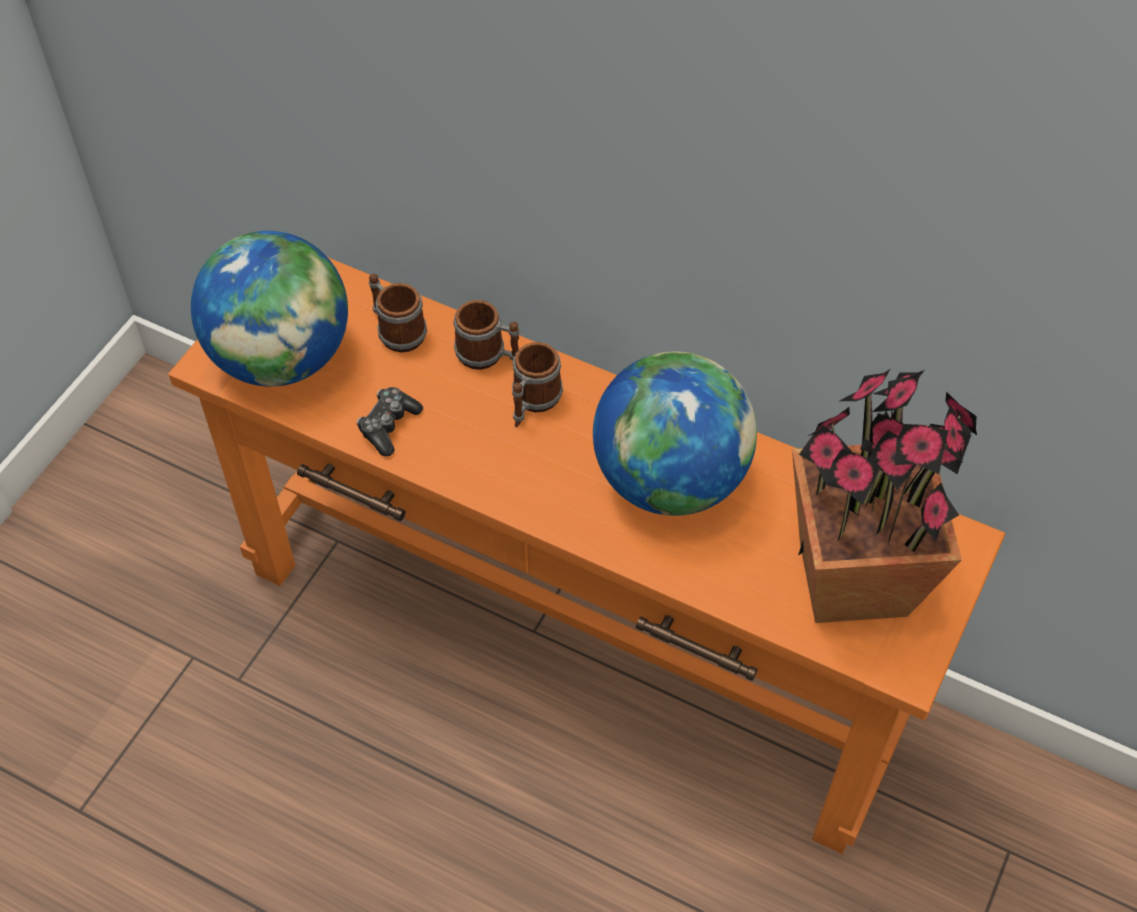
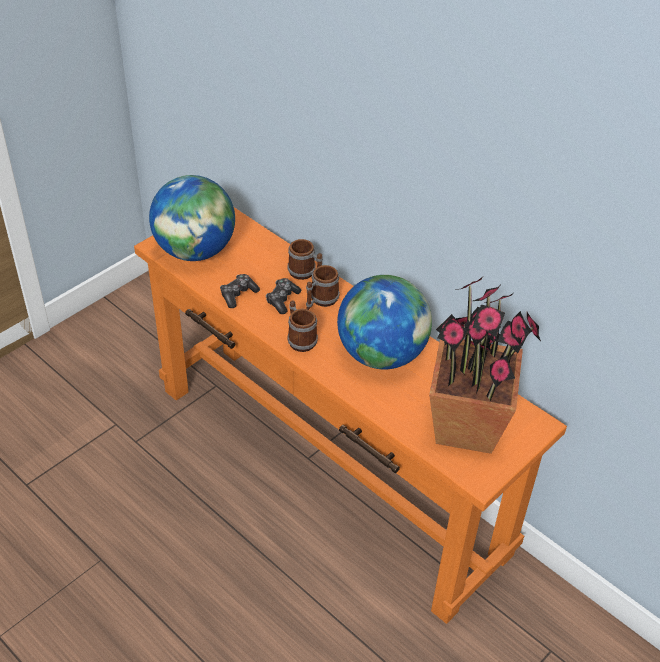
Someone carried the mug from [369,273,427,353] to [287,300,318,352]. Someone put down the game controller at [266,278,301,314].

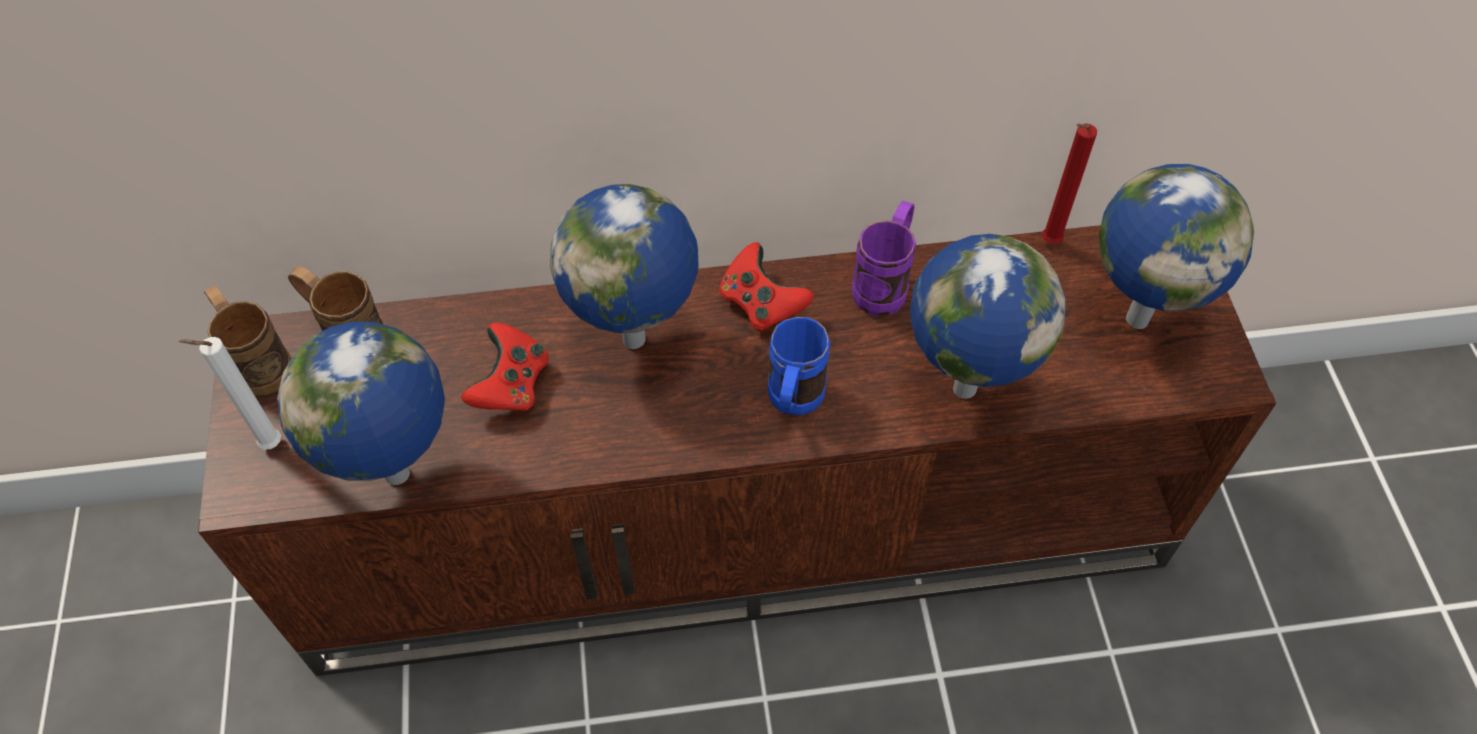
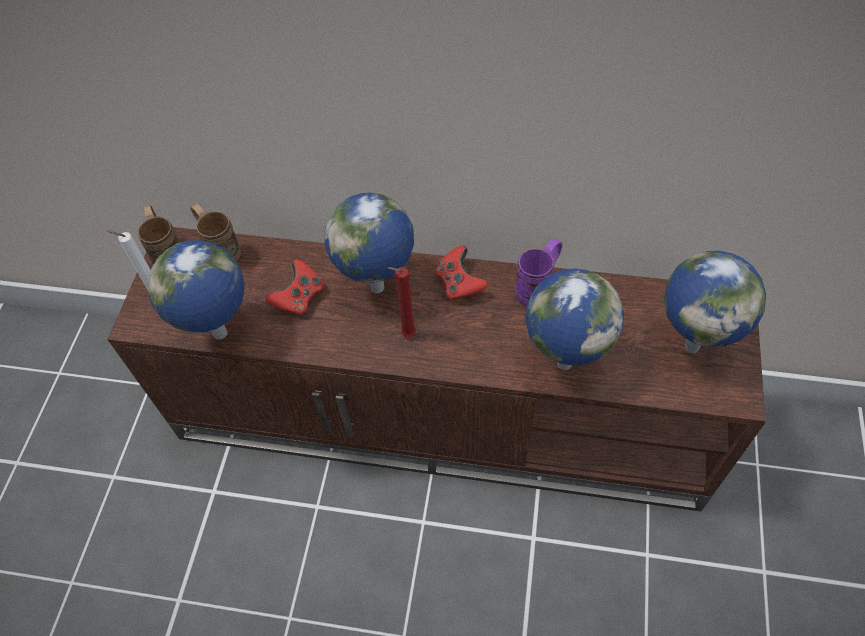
Someone took away the mug (blue) at [768,317,830,415]. Someone carried the candle (red) from [1042,123,1097,244] to [388,267,416,337].

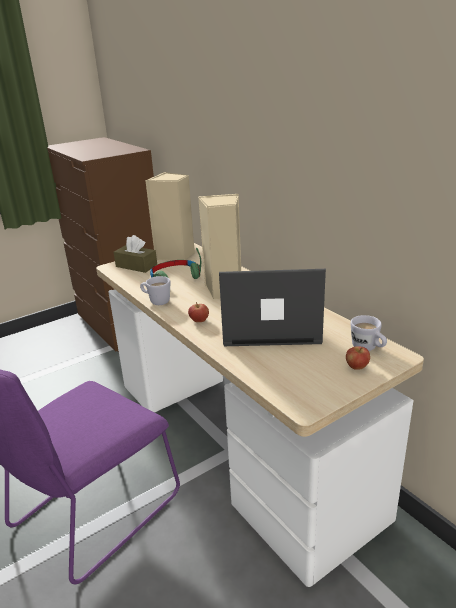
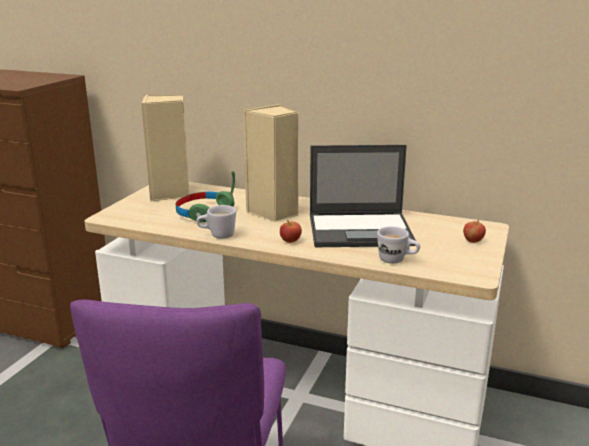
Someone took away the tissue box (brown) at [114,235,157,273]. Someone rotated the laptop at [219,269,326,346] by 150 degrees counterclockwise. Someone carried the mug (white) from [351,315,387,351] to [377,226,420,264].

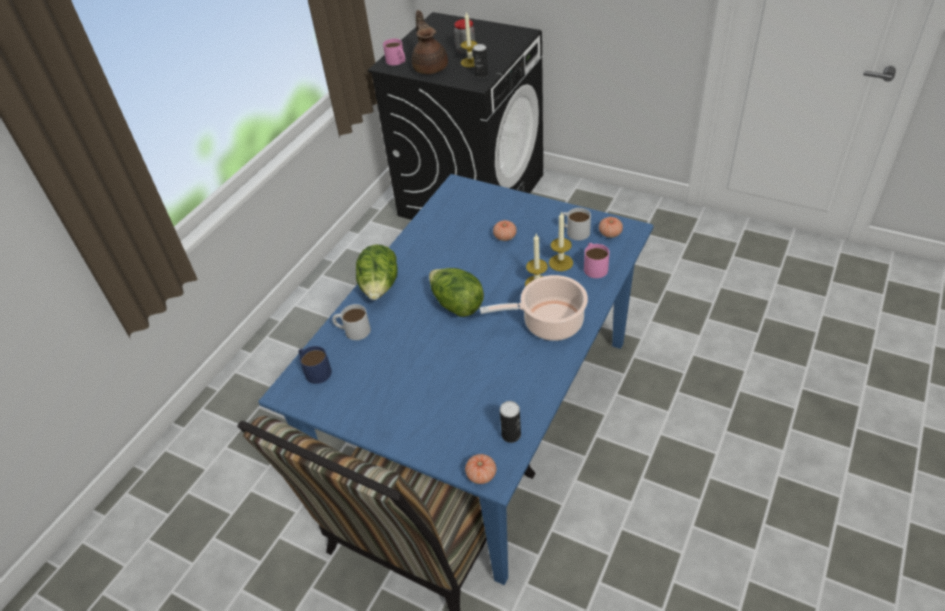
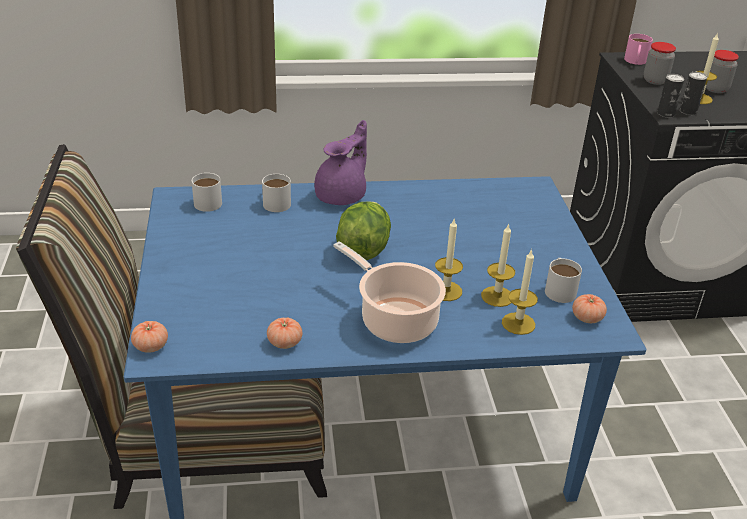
Someone repainted the mug (blue) at [298,346,332,384], which became the mug (white) at [192,173,222,212]. Someone swapped the lettuce at [356,245,397,300] for the teapot (purple) at [314,120,367,205]. Someone swapped the teapot (brown) at [412,10,448,74] for the jar at [644,42,676,85]. Someone carried the tomato from [493,220,517,241] to [267,318,303,349]. Someone carried the can from [500,401,521,443] to [657,74,684,118]. Someone swapped the mug (pink) at [584,243,610,278] for the candle at [502,249,538,335].

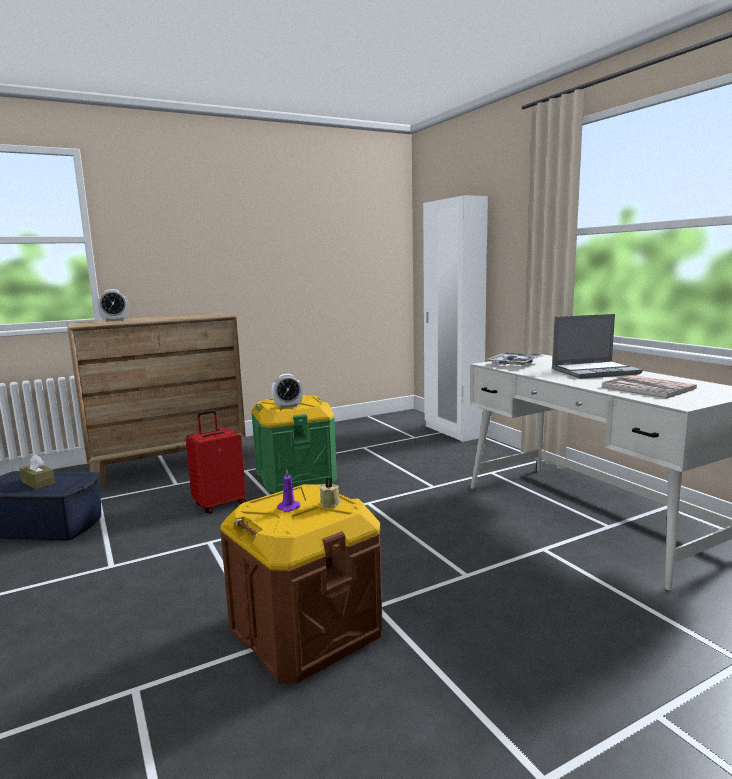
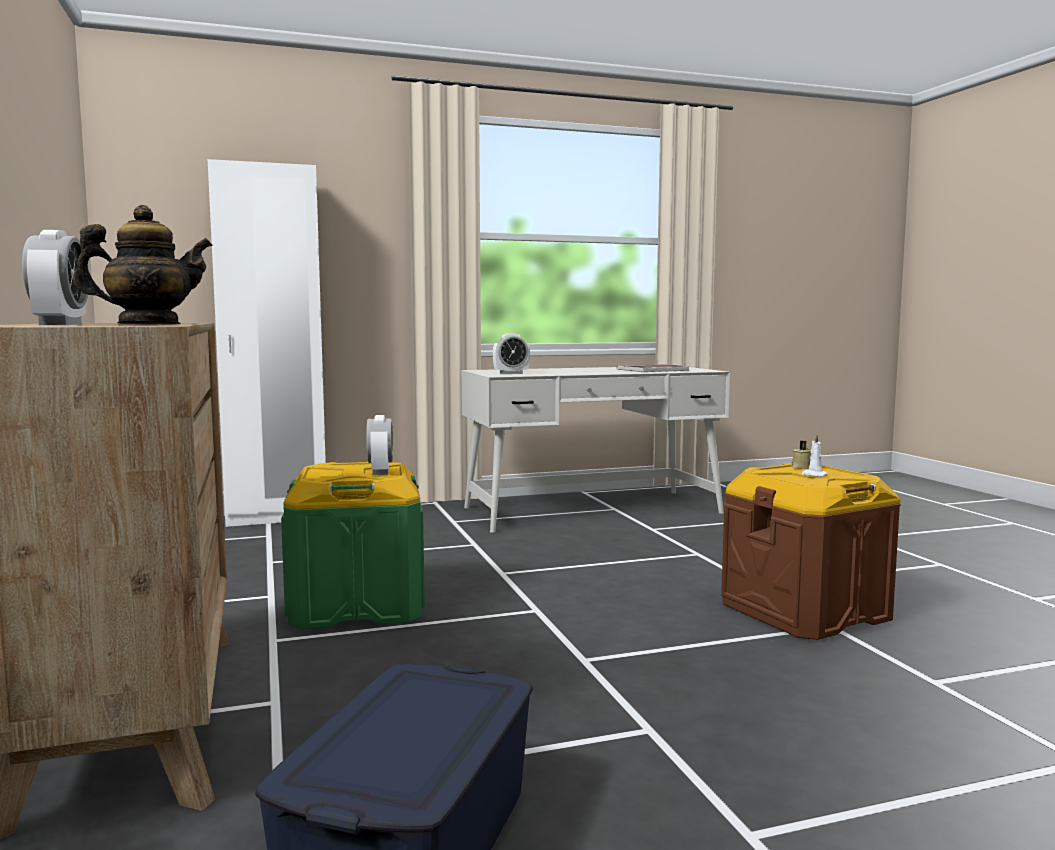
Someone took away the tissue box (brown) at [19,454,55,489]. Someone took away the suitcase (red) at [186,410,246,514]. Someone repainted the candle (purple) at [277,469,300,512], which became the candle (white) at [801,433,828,477]. Someone swapped the tray at [485,352,543,365] for the alarm clock at [493,333,530,374]. Someone took away the laptop at [552,314,643,379]. Someone put down the teapot at [73,205,213,325].

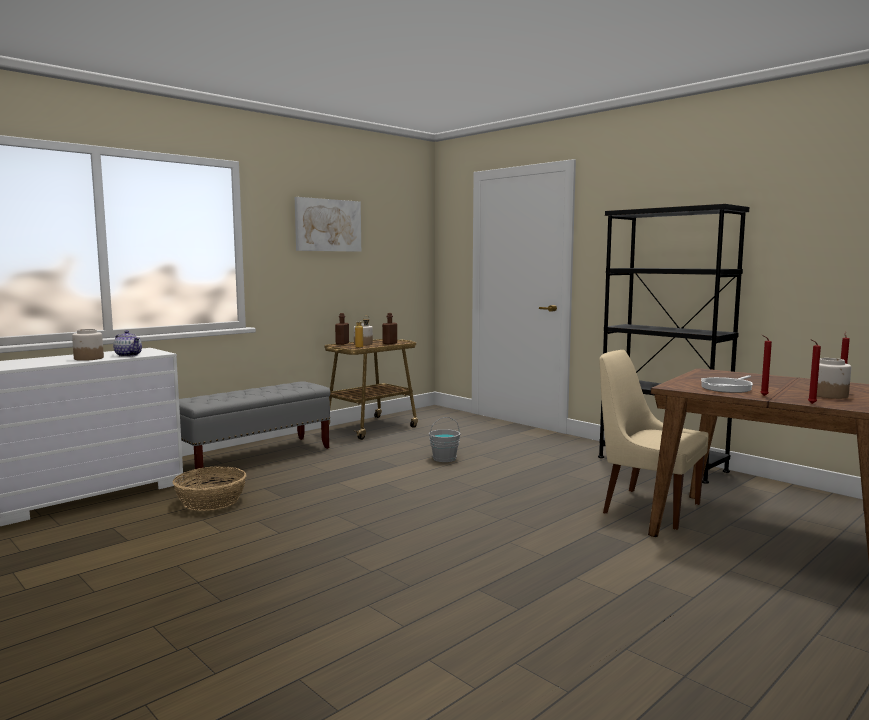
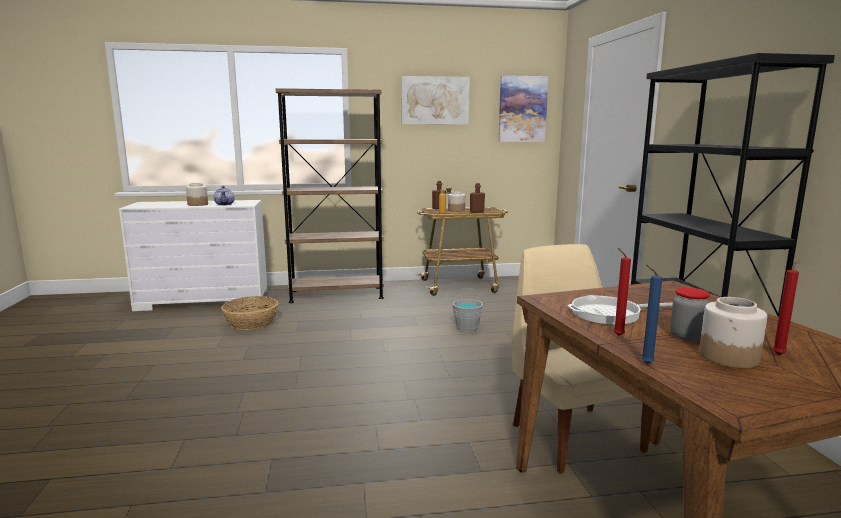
Someone swapped the bench (grey) at [179,381,330,477] for the bookcase (brown) at [276,88,384,303]. Someone repainted the candle (red) at [808,339,821,404], which became the candle (blue) at [641,265,662,364]. Someone put up the picture at [498,75,549,142]. Someone put down the jar at [670,287,710,341].

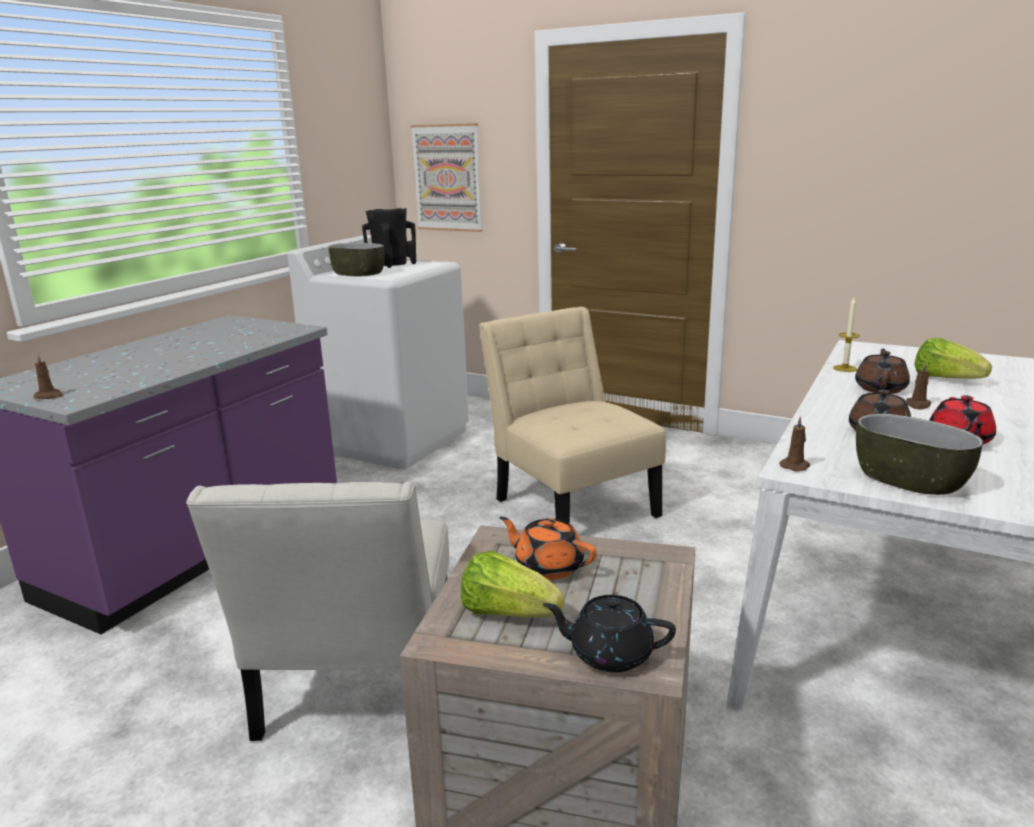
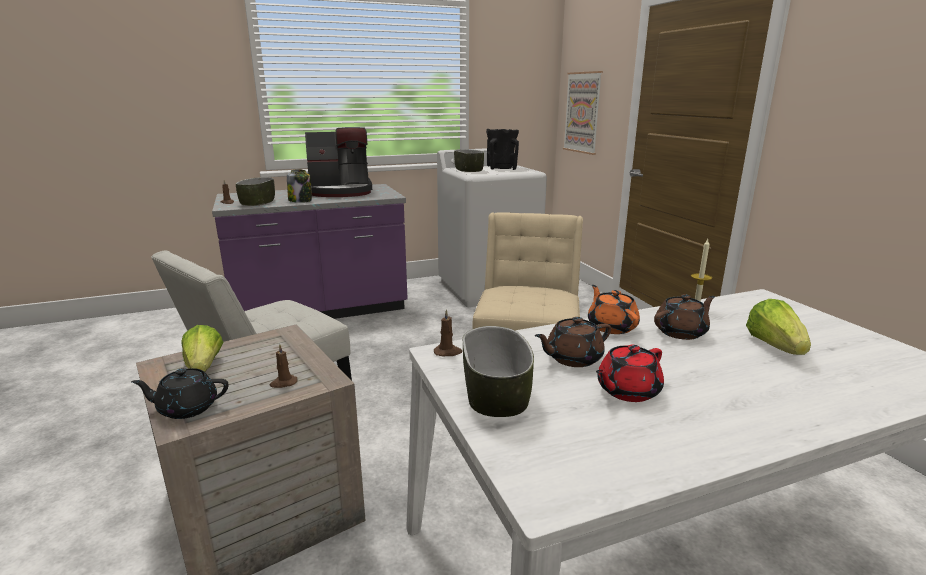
Someone carried the teapot (orange) from [499,517,597,580] to [588,285,640,334]. Someone rotated the teapot (black) at [543,595,676,672] by 60 degrees counterclockwise. Someone carried the candle (brown) from [906,362,931,410] to [269,344,297,388]. Someone put down the bowl at [236,177,275,206]. Someone put down the jar at [287,169,312,203]. Someone put down the coffee machine at [305,127,372,197].

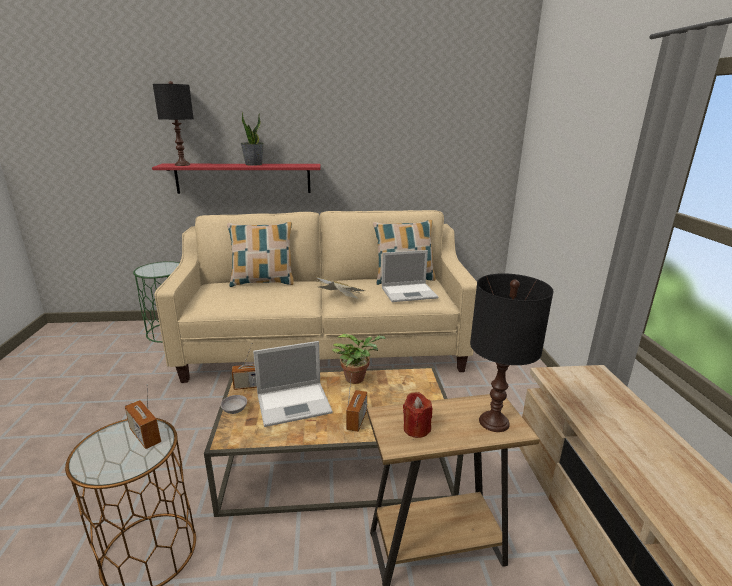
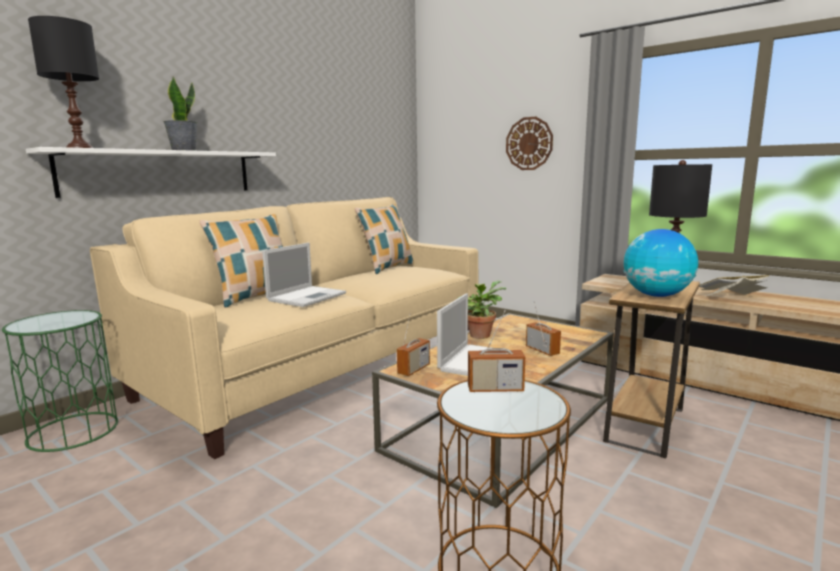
Someone repainted the shelf (red) at [152,164,321,194], which became the shelf (white) at [26,147,276,198]. Someone took away the bowl (grey) at [221,395,247,414]. Someone carried the book from [317,277,365,299] to [699,275,770,297]. Someone carried the laptop from [382,250,438,302] to [262,243,346,307]. Someone swapped the candle (red) at [403,392,432,438] for the globe at [623,229,698,297]. Someone put up the wall clock at [506,117,553,170].

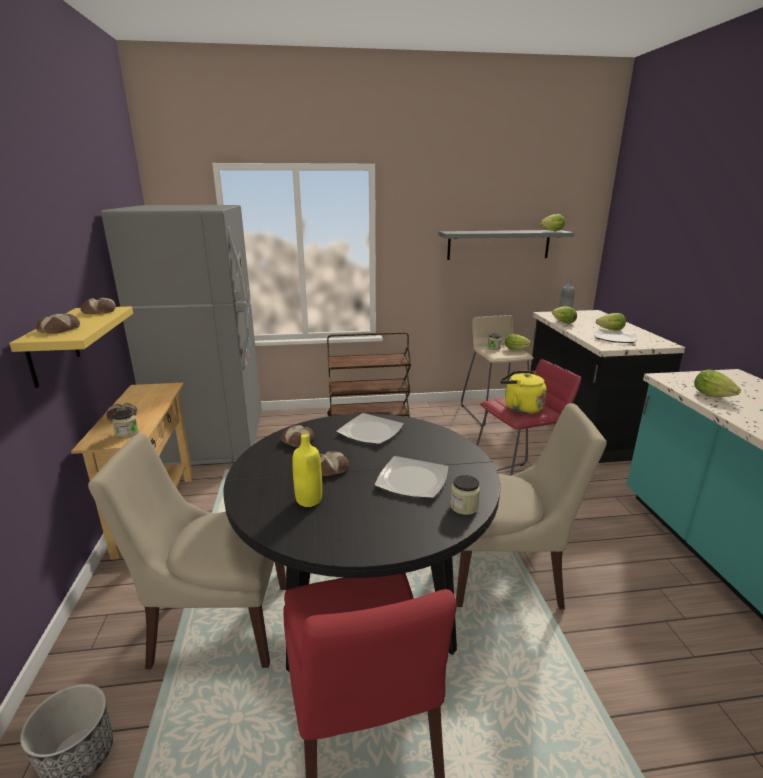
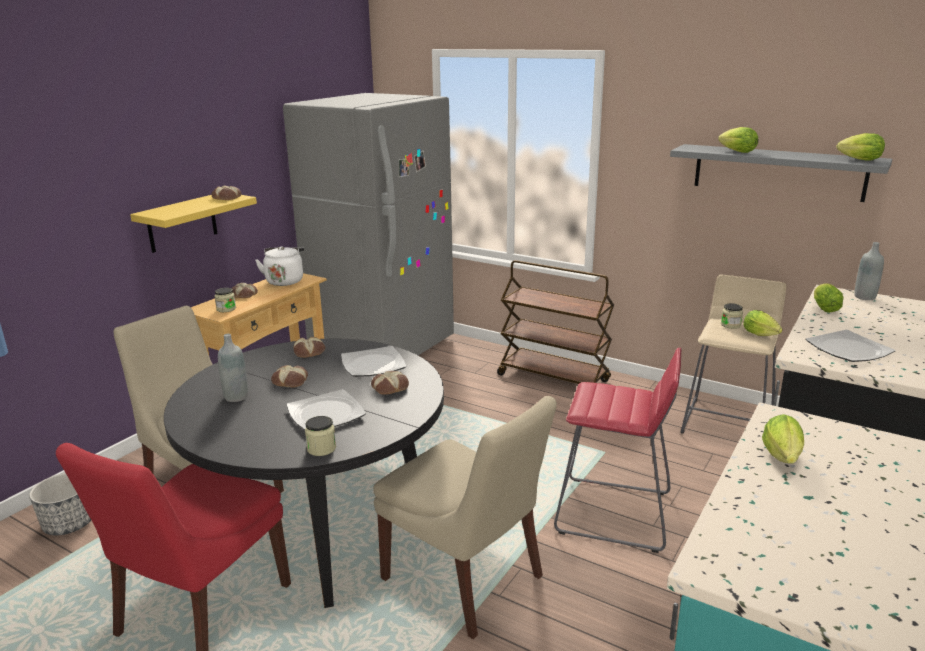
Someone carried the bread from [36,314,80,334] to [371,371,409,395]. Someone repainted the bottle (yellow) at [292,434,322,507], which became the bottle (grey) at [218,334,248,402]. Someone took away the kettle (yellow) at [500,371,547,414]. Someone carried the lettuce from [596,313,626,330] to [718,127,758,153]. Someone put down the kettle (white) at [255,246,304,286].

